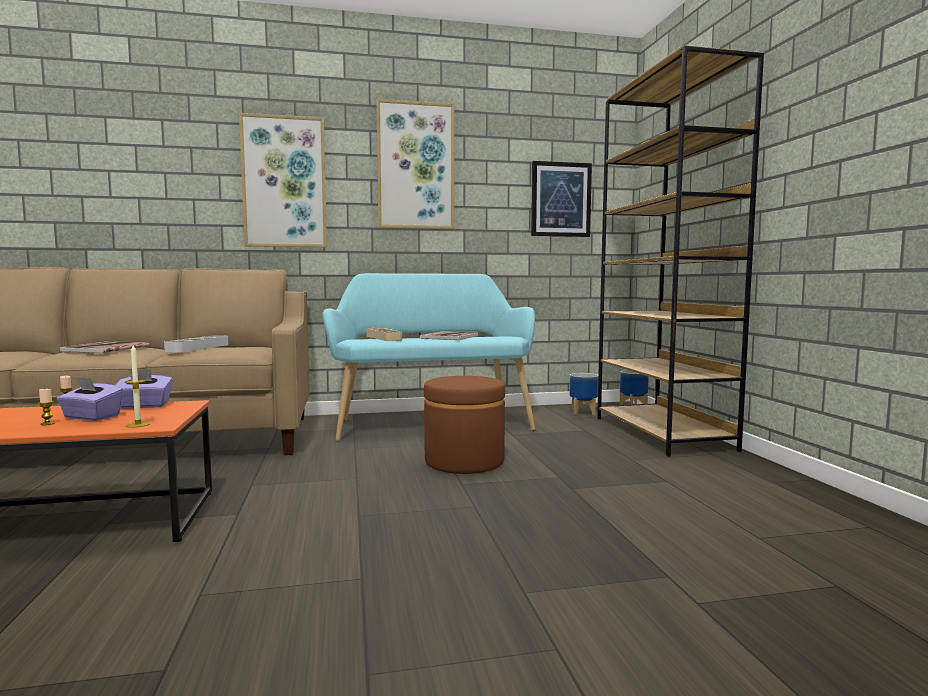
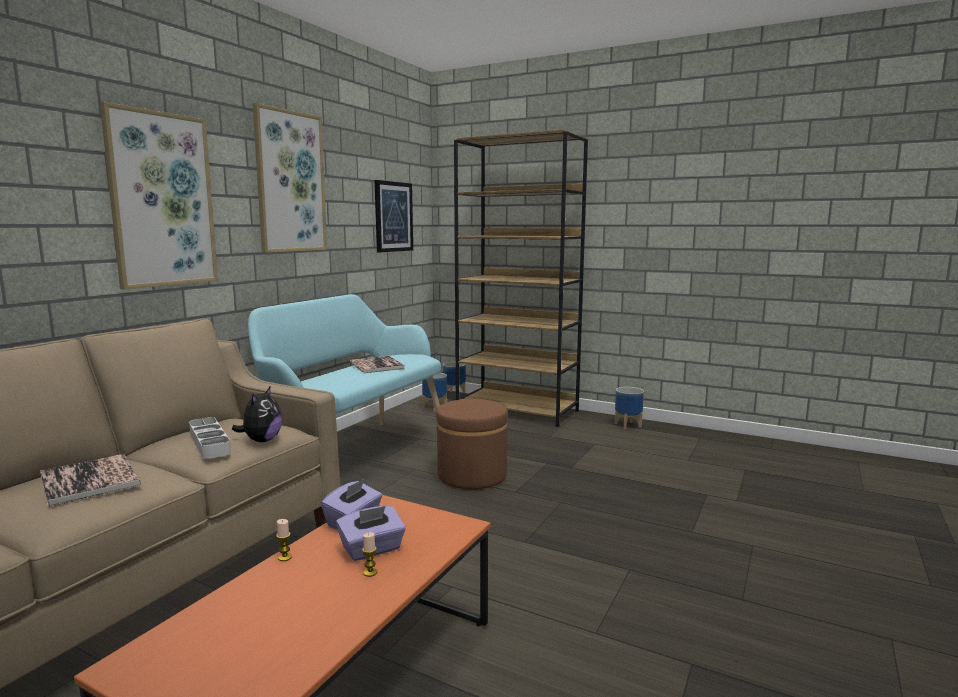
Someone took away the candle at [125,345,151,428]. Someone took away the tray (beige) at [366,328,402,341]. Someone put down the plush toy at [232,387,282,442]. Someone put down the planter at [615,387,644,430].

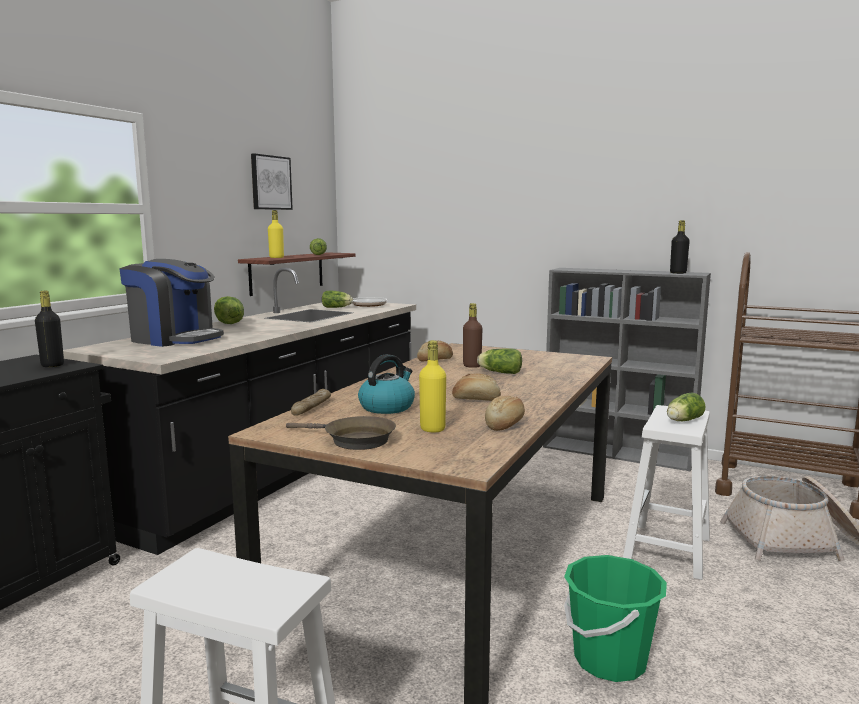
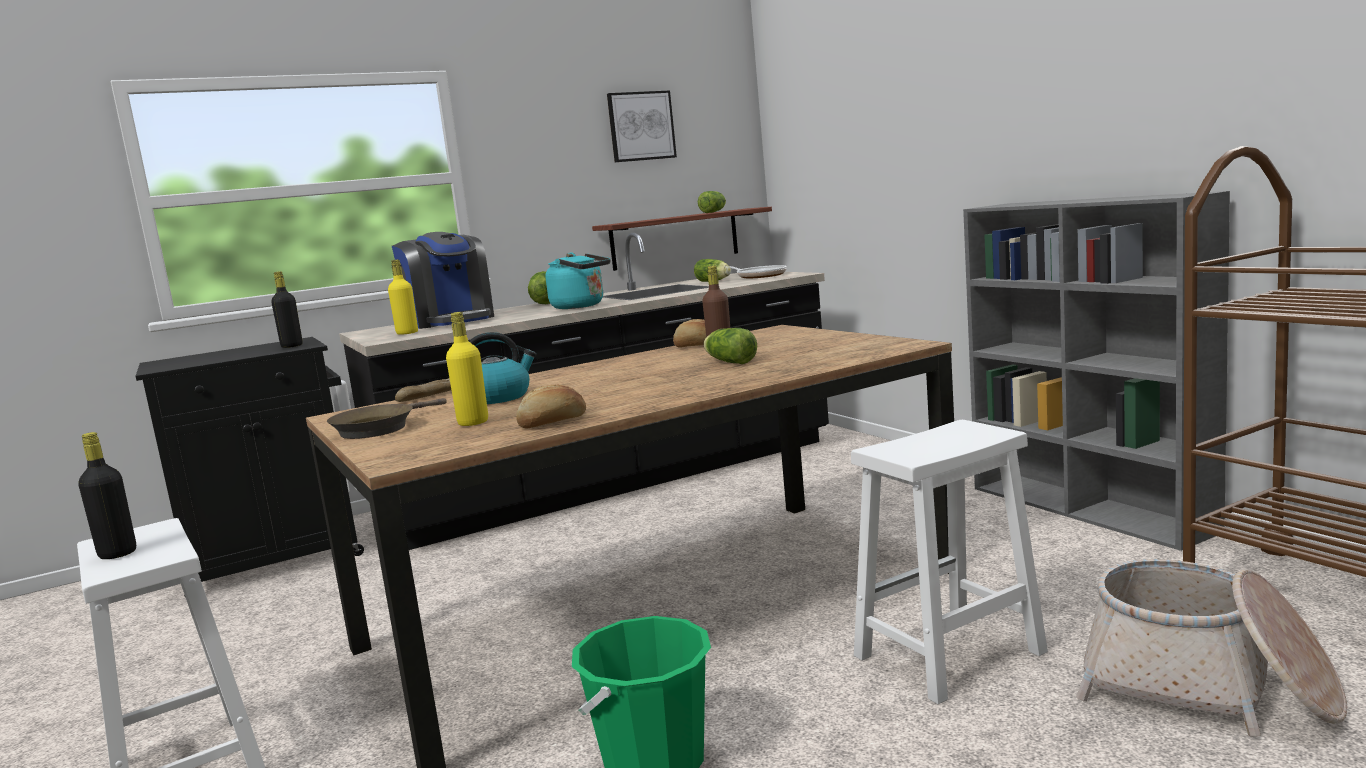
Someone carried the bottle (yellow) from [268,210,284,258] to [388,260,418,335]. Someone rotated the frying pan (brown) at [286,416,396,450] by 60 degrees clockwise. Someone took away the bread at [452,374,501,401]. Someone took away the lettuce at [667,393,706,421]. Someone carried the bottle (black) from [670,220,690,274] to [78,432,136,559]. Someone put down the kettle (turquoise) at [545,252,610,309].

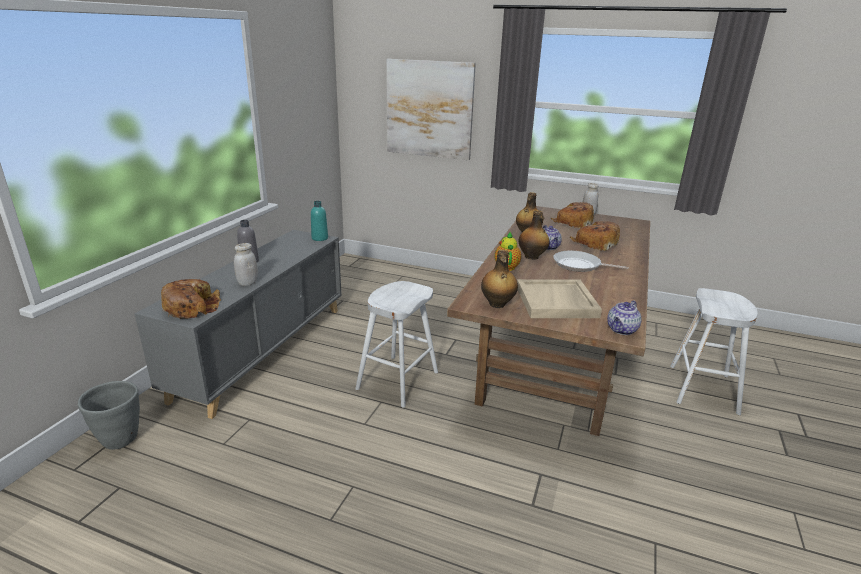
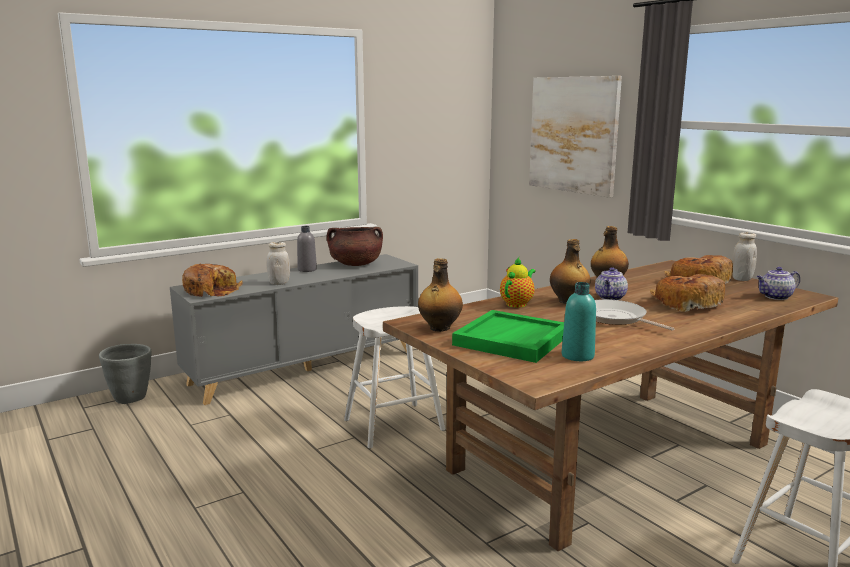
Someone carried the bottle (turquoise) from [311,201,328,241] to [562,282,596,361]. Someone repainted the tray (beige) at [517,279,602,318], which became the tray (green) at [452,310,564,363]. Someone carried the teapot from [607,301,642,335] to [756,267,800,300]. Someone put down the cooking pot (brown) at [327,227,383,266].

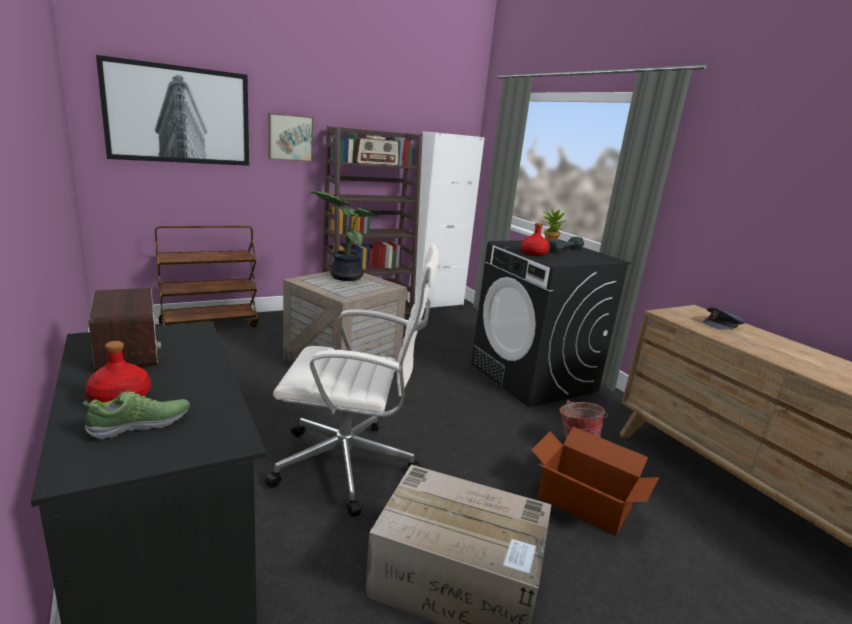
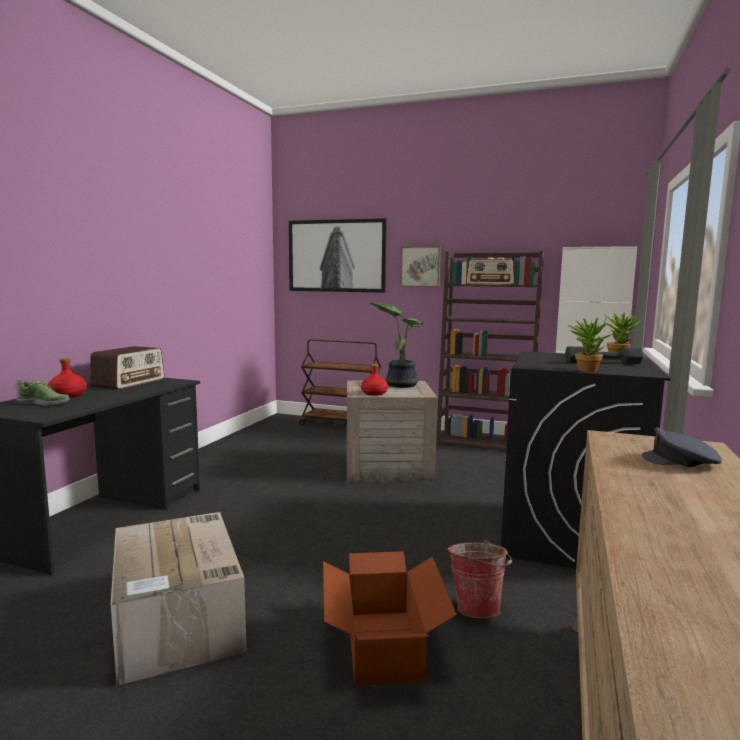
Someone took away the office chair (white) at [265,244,439,517]. Someone carried the bottle (red) from [521,223,550,256] to [361,364,388,396]. Someone put down the potted plant at [568,318,611,372].

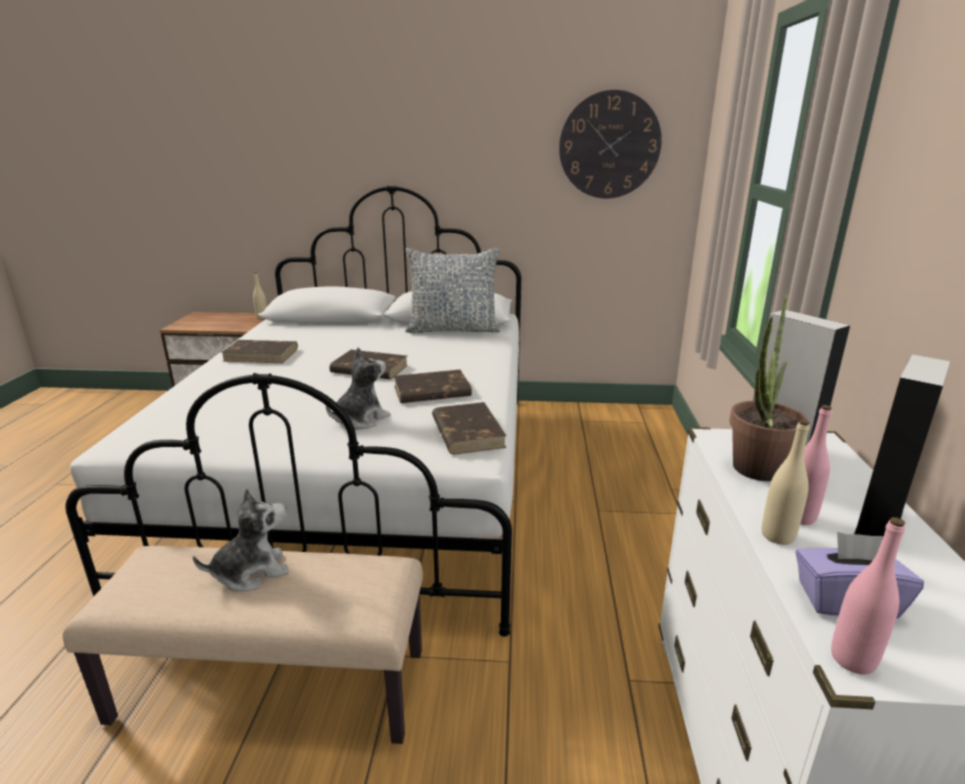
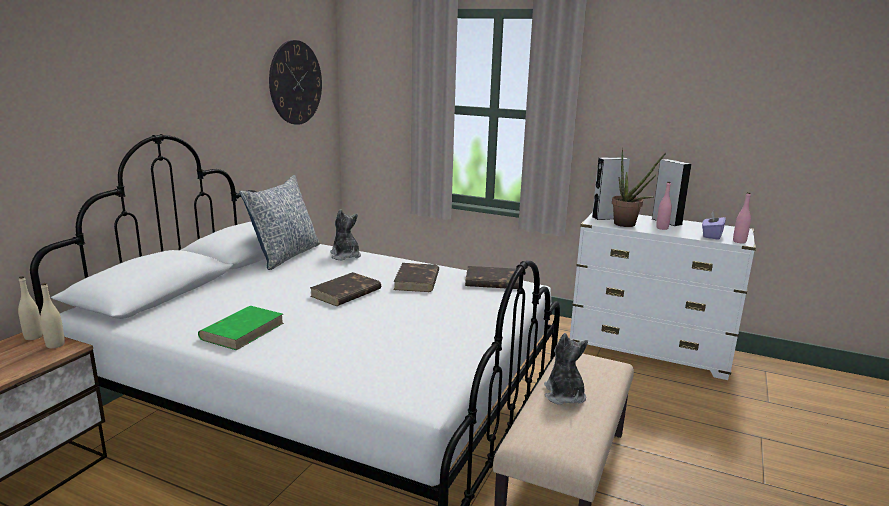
Someone repainted the book (brown) at [221,340,298,363], which became the book (green) at [198,306,284,350]. Someone carried the plush toy from [326,347,390,429] to [330,209,361,261]. Someone carried the bottle (beige) from [762,419,810,545] to [40,283,65,349].

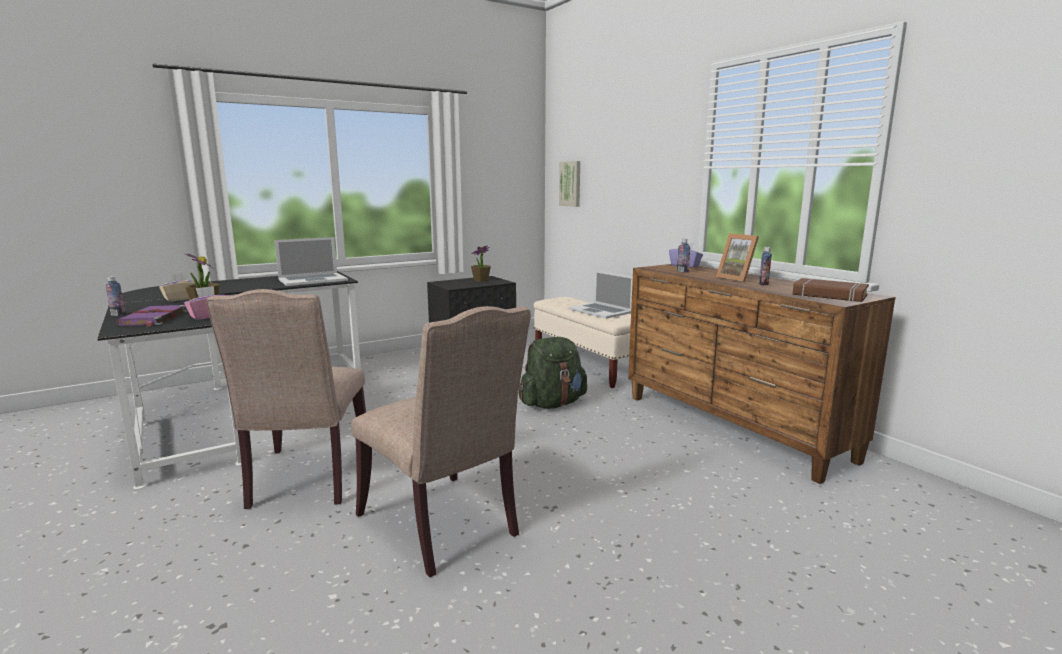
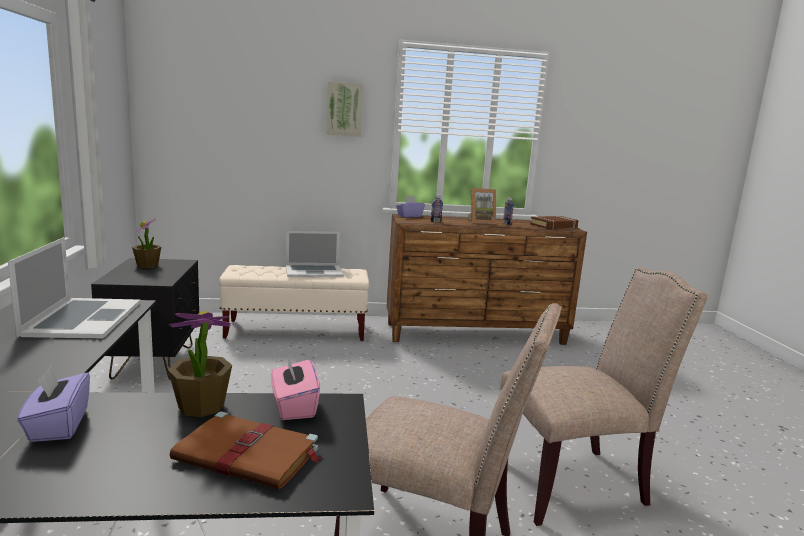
Someone took away the bottle at [106,276,126,316]. Someone repainted the book (purple) at [116,305,187,326], which became the book (brown) at [169,411,321,489]. Someone repainted the tissue box (beige) at [159,273,199,301], which became the tissue box (purple) at [17,366,90,442]. Someone took away the backpack (green) at [519,337,587,409]. Someone carried the picture from [559,161,580,207] to [327,82,363,137].

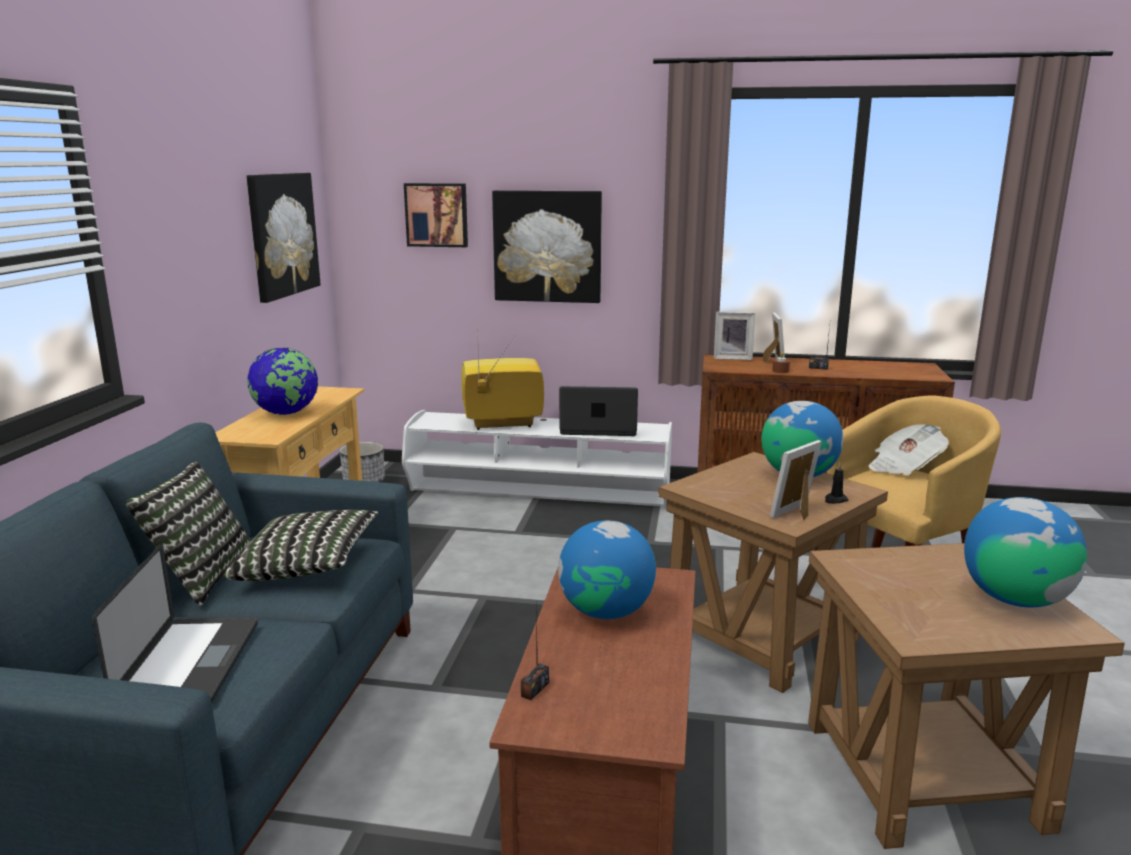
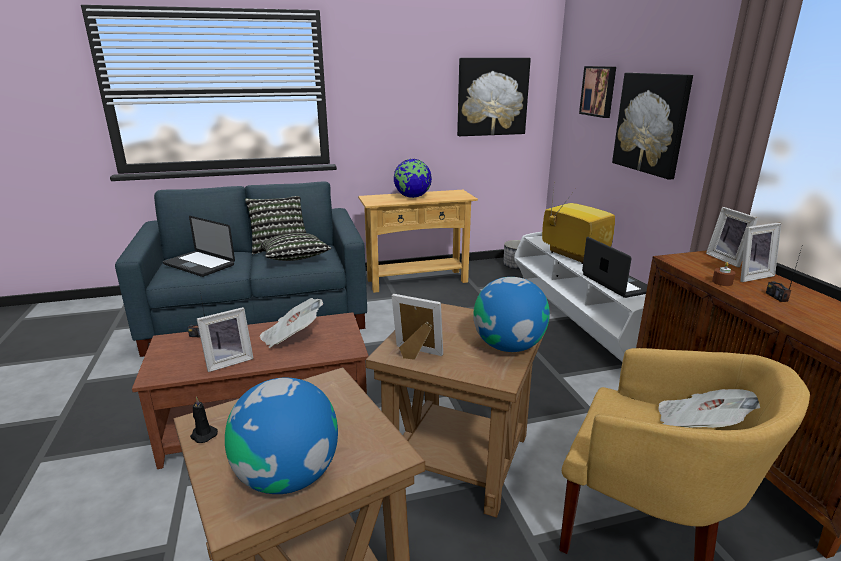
Someone rotated the laptop at [92,544,258,703] by 60 degrees clockwise. Someone swapped the globe at [558,521,656,619] for the newspaper at [259,298,323,348]. Someone carried the candle (black) from [825,463,848,504] to [190,396,218,443]. Someone put down the picture frame at [197,307,254,372].

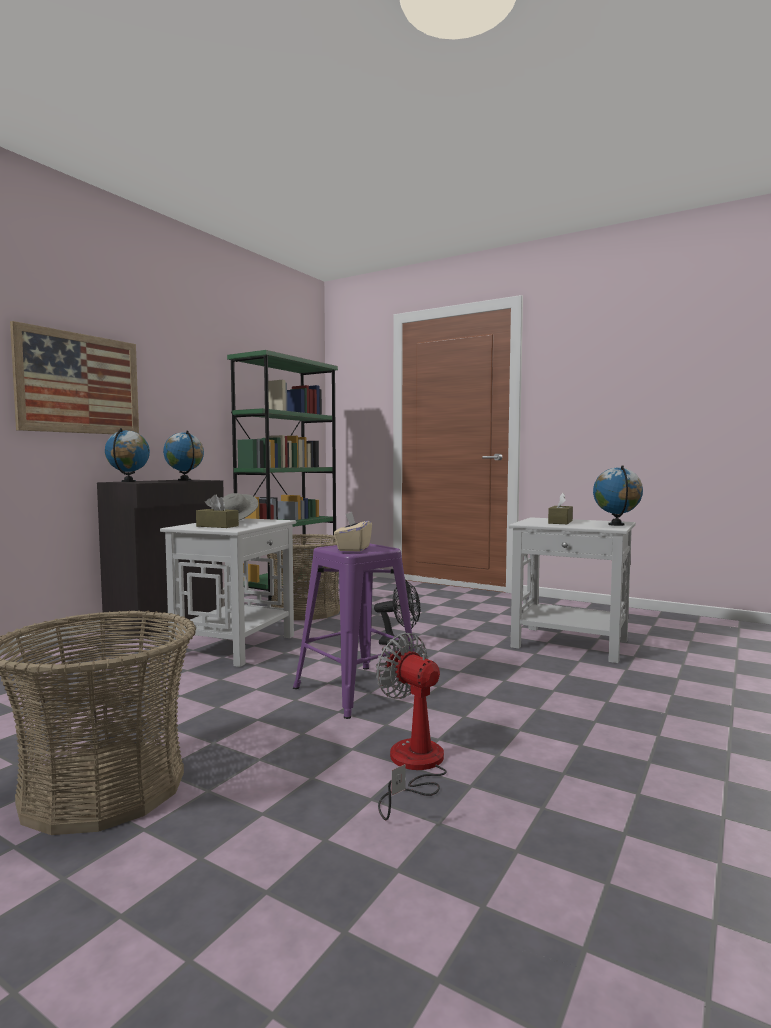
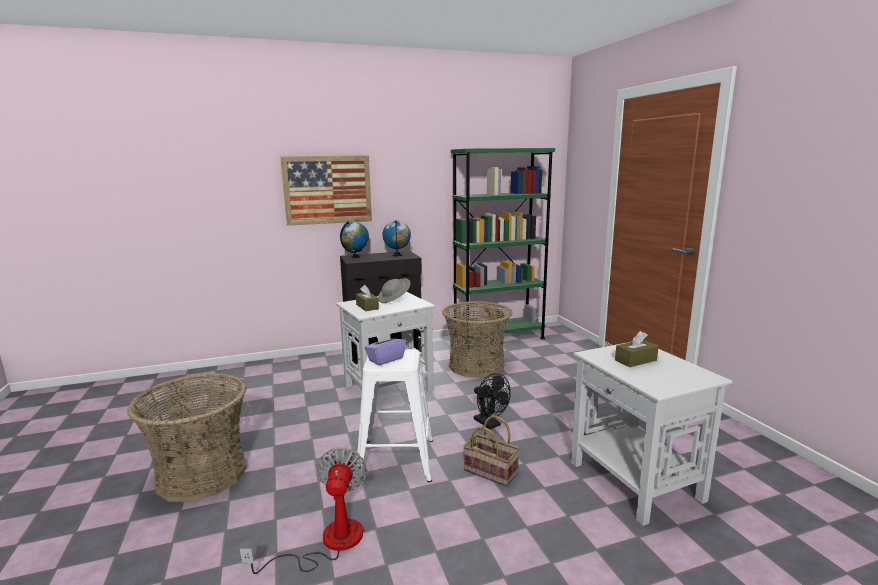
Someone repainted the stool (purple) at [293,544,415,719], which became the stool (white) at [354,349,433,483]. Someone repainted the tissue box (beige) at [334,512,372,552], which became the tissue box (purple) at [365,330,406,365]. Someone took away the globe at [593,465,643,526]. Someone put down the basket at [463,415,520,486].

